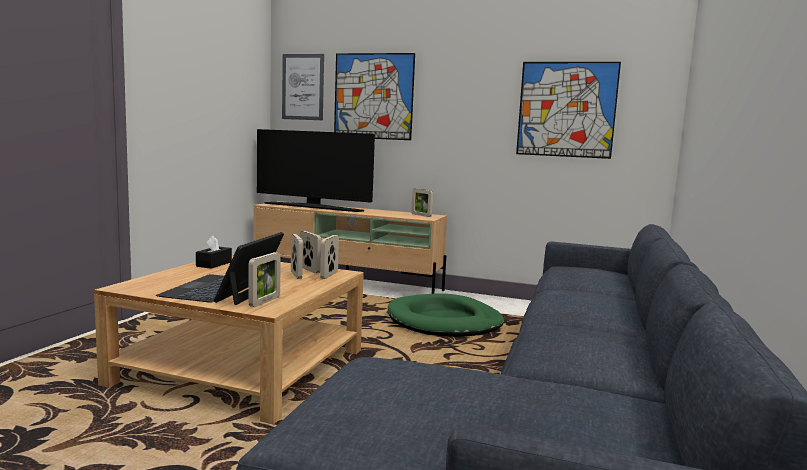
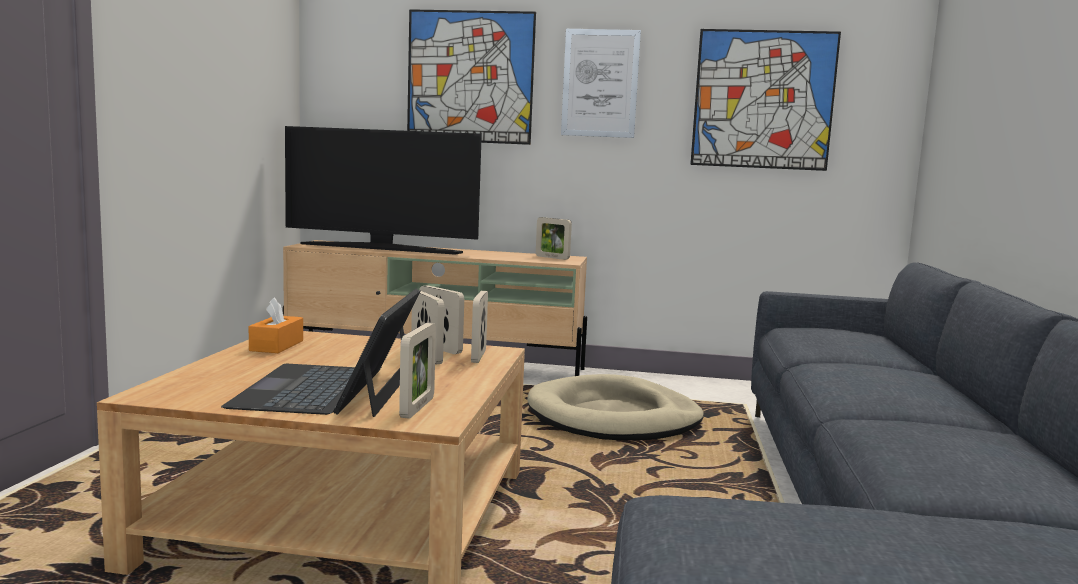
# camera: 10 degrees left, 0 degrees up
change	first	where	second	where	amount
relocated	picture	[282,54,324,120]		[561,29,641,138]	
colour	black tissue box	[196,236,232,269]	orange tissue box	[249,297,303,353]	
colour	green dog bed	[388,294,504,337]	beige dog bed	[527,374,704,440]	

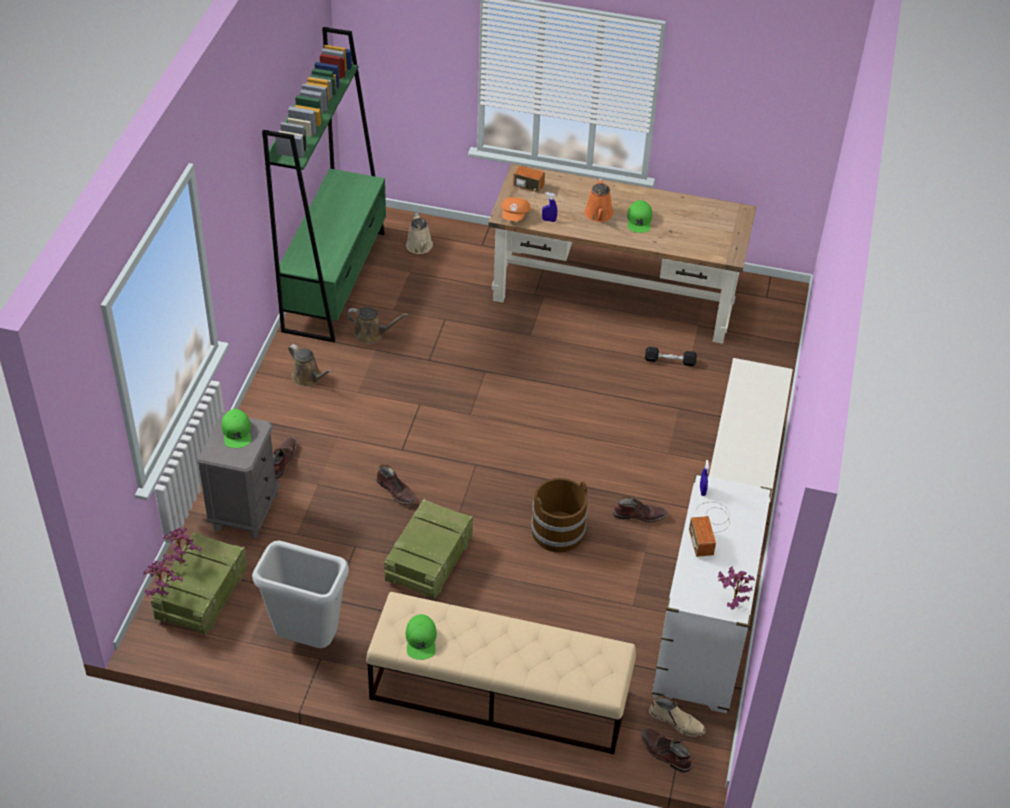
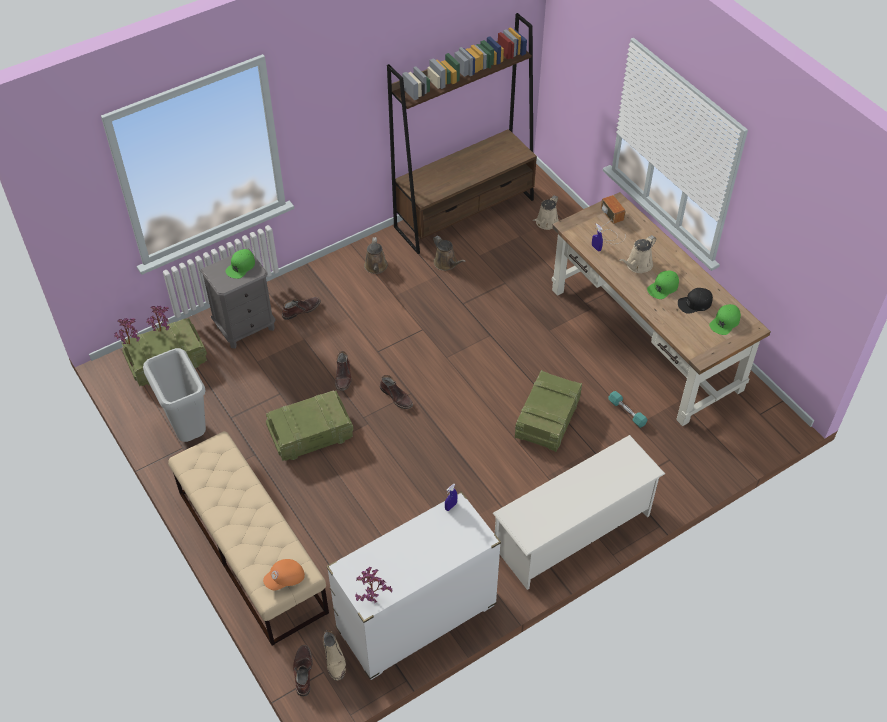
# camera: 45 degrees right, 5 degrees up
change	first	where	second	where	amount
colour	green bookcase	[262,27,386,342]	brown bookcase	[387,13,537,254]	
colour	orange watering can	[584,178,613,222]	beige watering can	[619,235,656,273]	
relocated	orange cap	[501,197,530,221]		[263,559,305,591]	
colour	black dumbbell	[645,347,697,366]	turquoise dumbbell	[608,391,648,428]	
missing	brown bucket	[531,478,588,552]			
relocated	brown boot	[613,496,668,522]		[380,375,413,409]	
missing	radio	[689,502,730,557]			
relocated	green cap	[405,614,437,660]		[709,304,741,335]	
appeared			black cap	[678,288,713,314]	
appeared			crate	[515,370,582,452]	

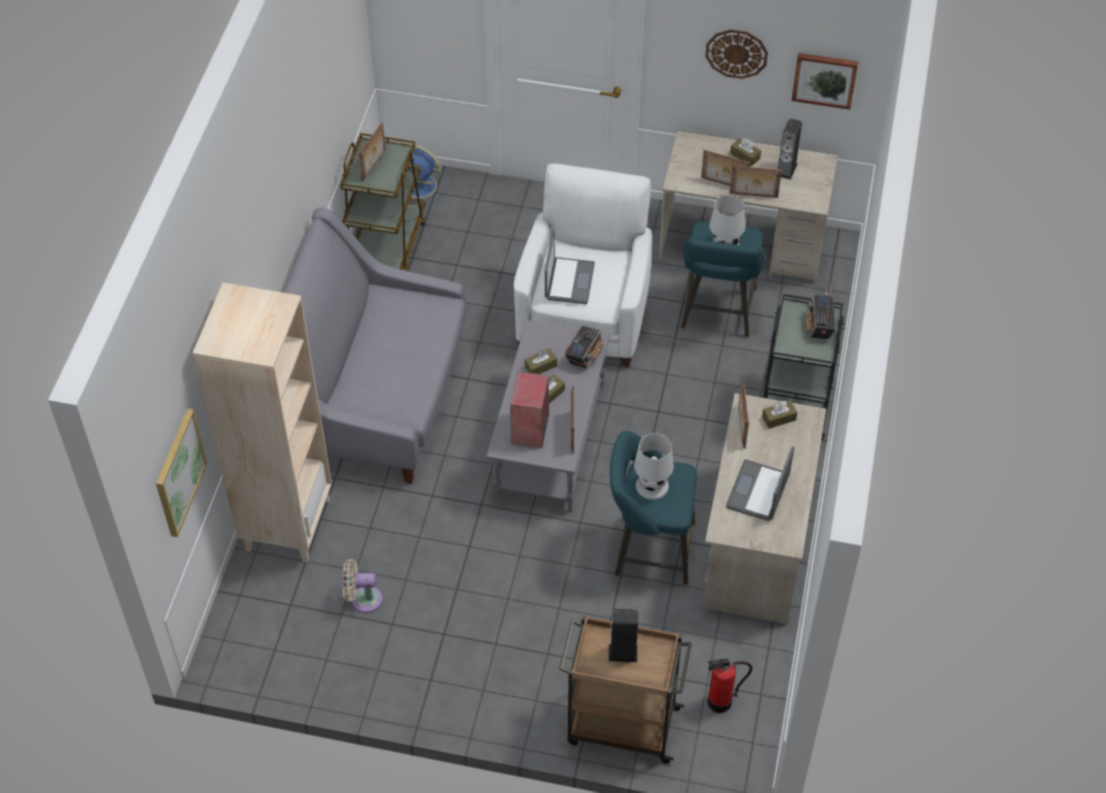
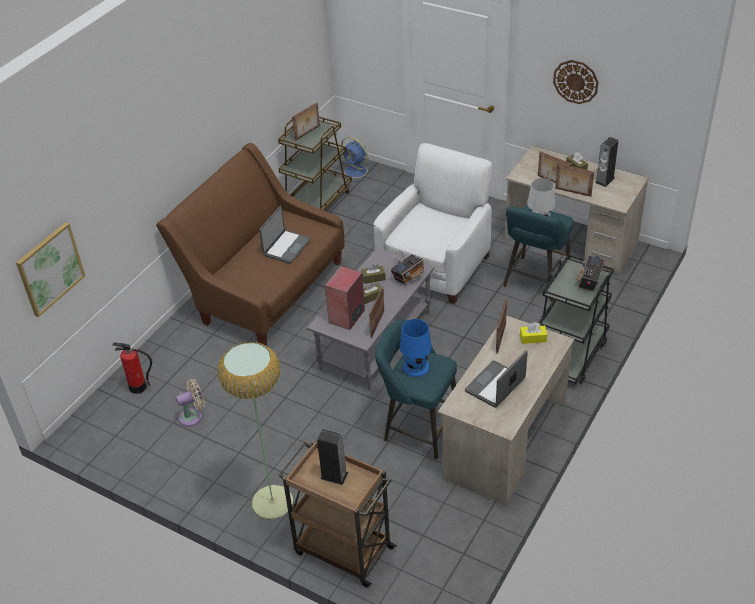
# camera: 20 degrees right, 10 degrees down
change	first	where	second	where	amount
missing	picture	[792,53,858,110]			
colour	grey sofa	[283,207,466,483]	brown sofa	[156,143,344,346]	
relocated	laptop	[545,230,595,304]		[259,206,311,264]	
missing	beige bookcase	[193,283,332,563]			
colour	brown tissue box	[762,400,797,429]	yellow tissue box	[520,322,547,344]	
colour	white table lamp	[634,433,674,500]	blue table lamp	[400,319,432,377]	
spun	beige fan	[342,559,383,613]		[176,379,205,427]	135 degrees clockwise
relocated	fire extinguisher	[707,659,752,713]		[113,343,152,394]	
appeared			floor lamp	[217,342,293,520]	

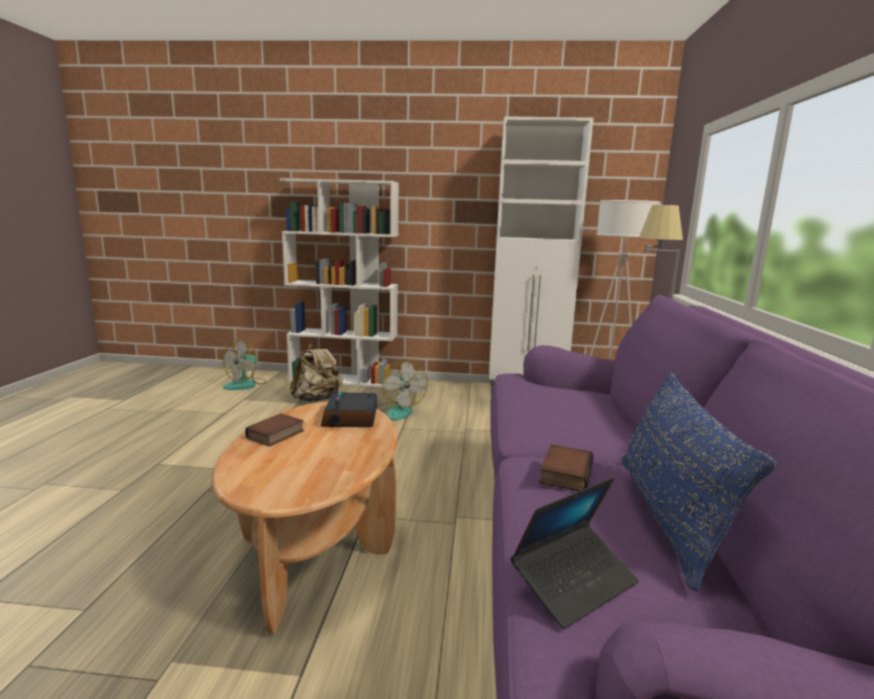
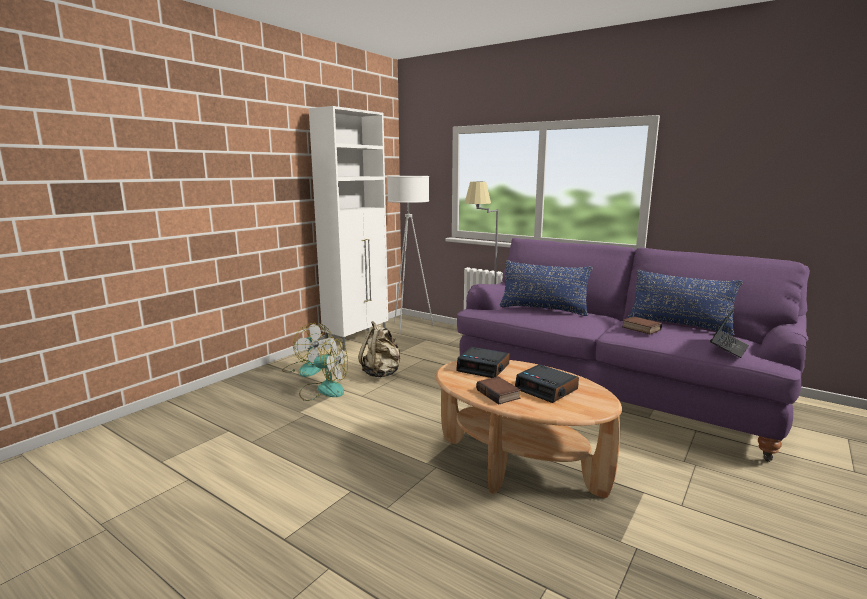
# camera: 60 degrees left, 0 degrees up
change	first	where	second	where	amount
missing	white bookcase	[279,178,399,387]			
relocated	fan	[222,340,266,390]		[282,323,333,377]	
relocated	beige backpack	[290,342,343,402]		[358,321,400,377]	
spun	laptop	[511,477,639,629]		[710,307,749,358]	45 degrees clockwise
appeared			blue pillow	[500,260,593,316]	
appeared			alarm clock	[515,364,579,403]	

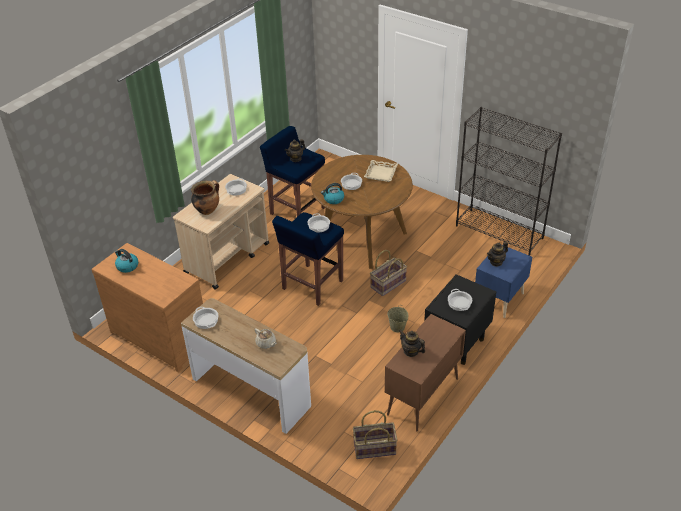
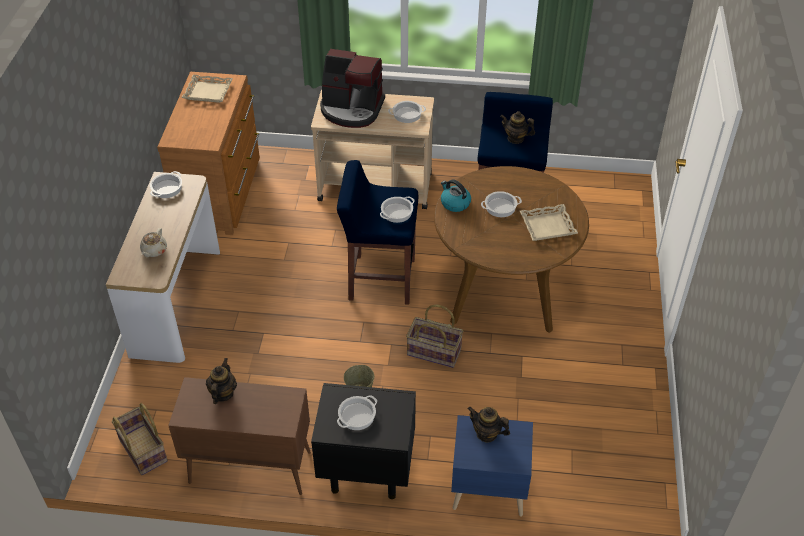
# camera: 60 degrees right, 5 degrees up
change	first	where	second	where	amount
missing	black bookcase	[456,107,562,256]			
exchanged	cooking pot	[191,180,219,215]	coffee machine	[320,49,385,128]	
exchanged	kettle	[114,249,138,273]	beige tray	[182,75,233,103]	

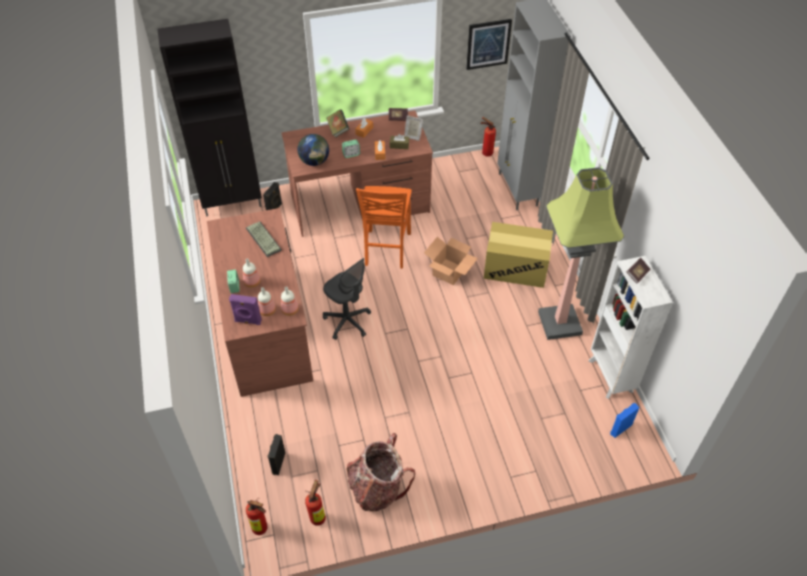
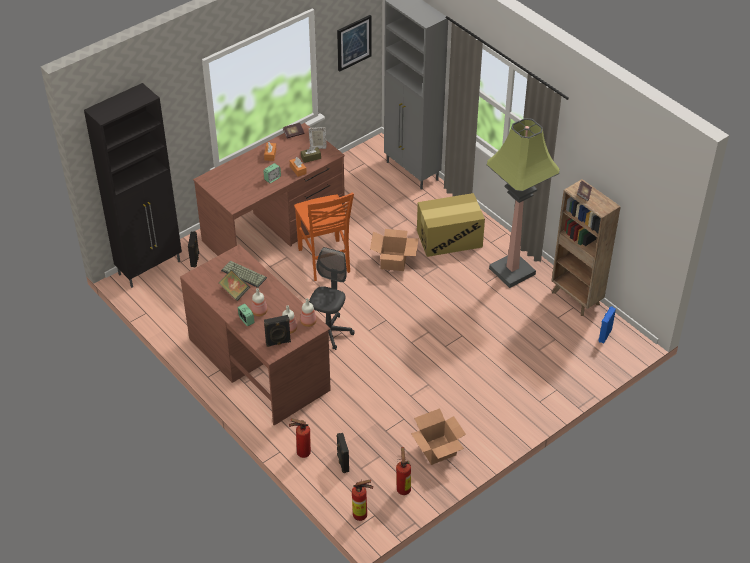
# camera: 25 degrees left, 5 degrees down
change	first	where	second	where	amount
relocated	book	[326,109,349,138]		[219,270,250,301]	
relocated	fire extinguisher	[480,117,496,157]		[289,418,311,458]	
missing	globe	[297,134,329,166]			
colour	white bookcase	[588,256,673,399]	brown bookcase	[552,179,621,316]	
spun	grey office chair	[323,258,371,340]		[309,247,355,350]	90 degrees counterclockwise
colour	purple speaker	[229,294,262,325]	black speaker	[264,315,291,347]	
exchanged	backpack	[346,433,415,511]	cardboard box	[411,408,466,465]	

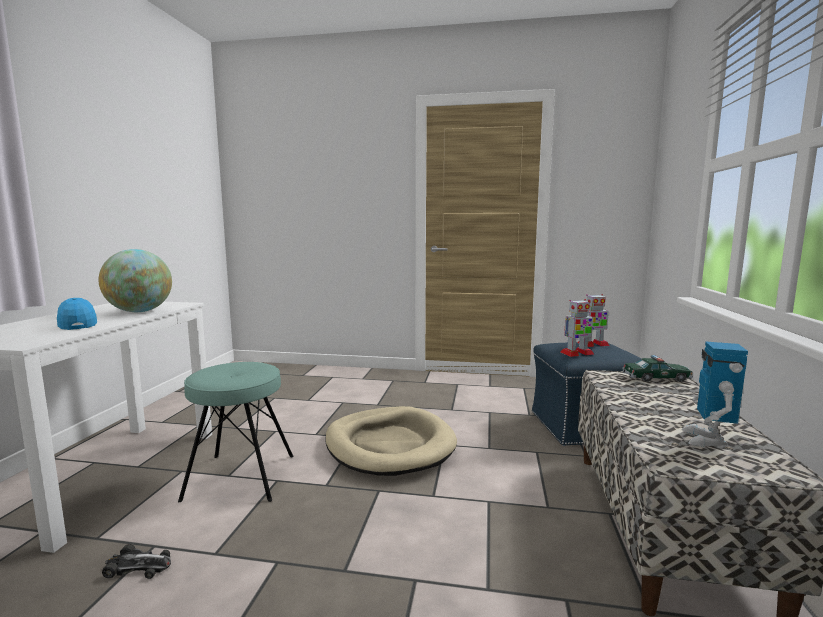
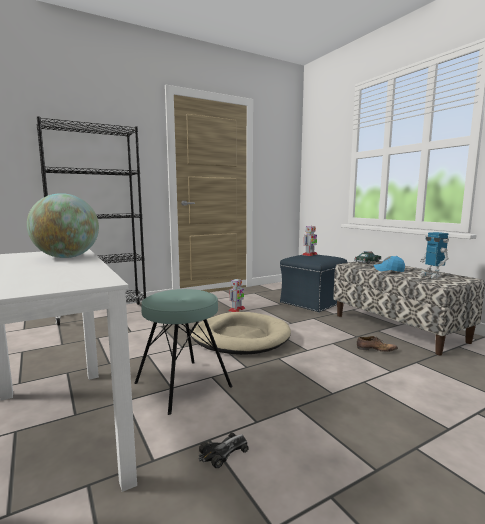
# camera: 40 degrees left, 0 degrees up
change	first	where	second	where	amount
relocated	blue cap	[57,298,97,330]		[373,256,405,272]	
relocated	toy robot	[561,299,594,357]		[229,278,245,312]	
appeared			black bookcase	[36,116,146,325]	
appeared			shoe	[357,336,398,352]	

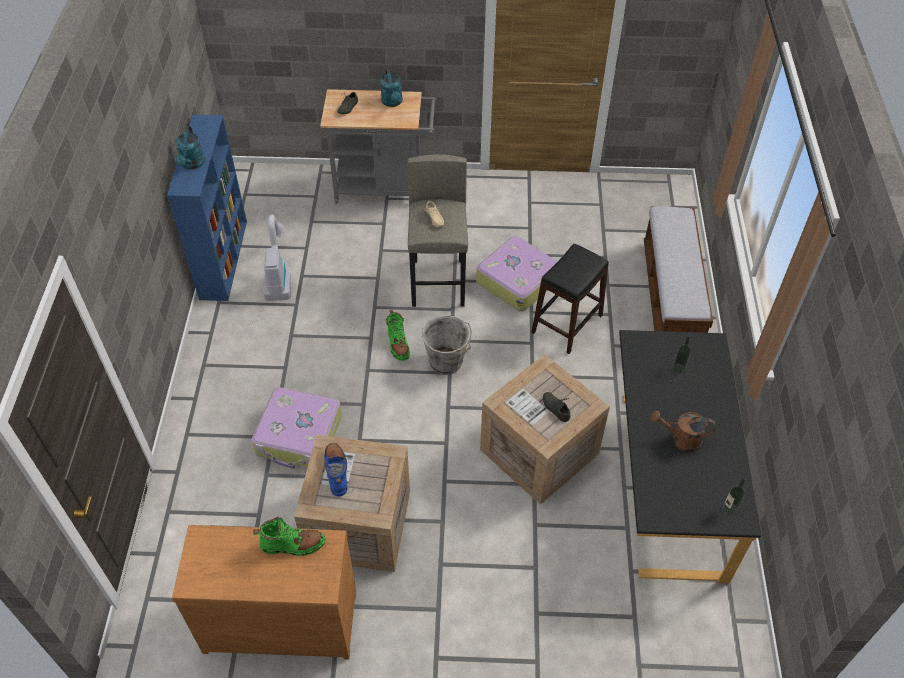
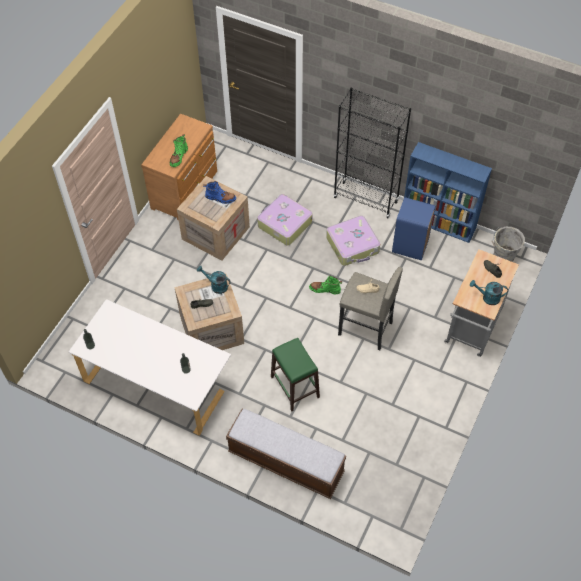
# camera: 115 degrees right, 5 degrees up
change	first	where	second	where	amount
relocated	turquoise watering can	[175,126,205,170]		[197,266,231,294]	
exchanged	vacuum cleaner	[263,214,291,301]	blue trash can	[392,197,436,261]	
relocated	suitcase	[476,236,558,312]		[326,216,380,266]	
colour	black stool	[531,244,609,354]	green stool	[271,338,320,411]	
relocated	grey bucket	[422,315,472,375]		[492,227,525,262]	
colour	black desk	[619,330,761,583]	white desk	[69,299,231,436]	
missing	brown watering can	[651,410,715,452]			
appeared			black bookcase	[334,87,411,218]	

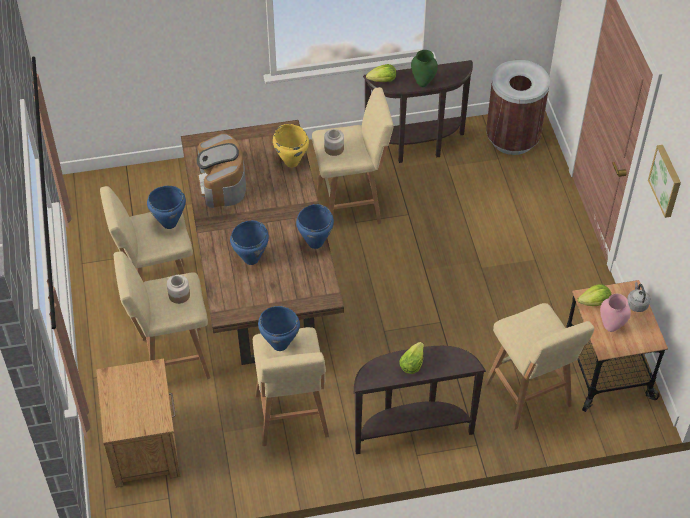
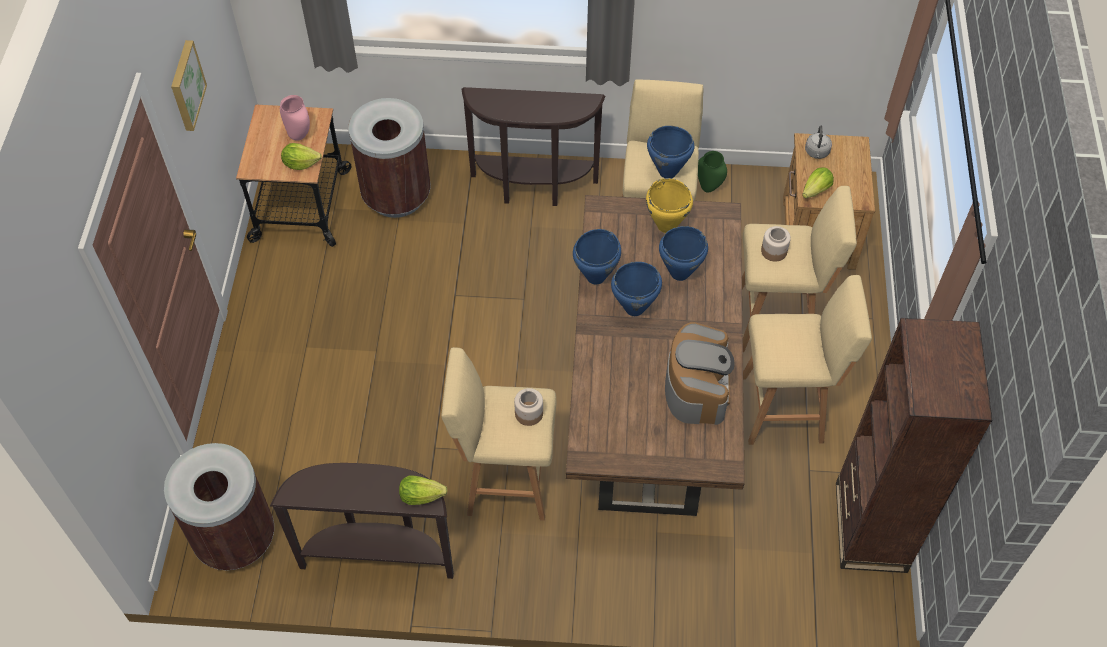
# camera: 165 degrees left, 5 degrees up
change	first	where	second	where	amount
relocated	green vase	[411,50,438,87]		[698,151,727,193]	
relocated	yellow cooking pot	[273,124,309,167]		[646,178,693,233]	
relocated	blue cooking pot	[147,186,186,229]		[611,262,662,316]	
relocated	grey kettle	[627,282,650,312]		[805,126,832,159]	
exchanged	beige stool	[485,303,594,430]	brown trash can	[349,98,431,218]	
relocated	lettuce	[399,342,424,374]		[802,167,834,199]	
appeared			brown bookcase	[836,318,992,573]	

